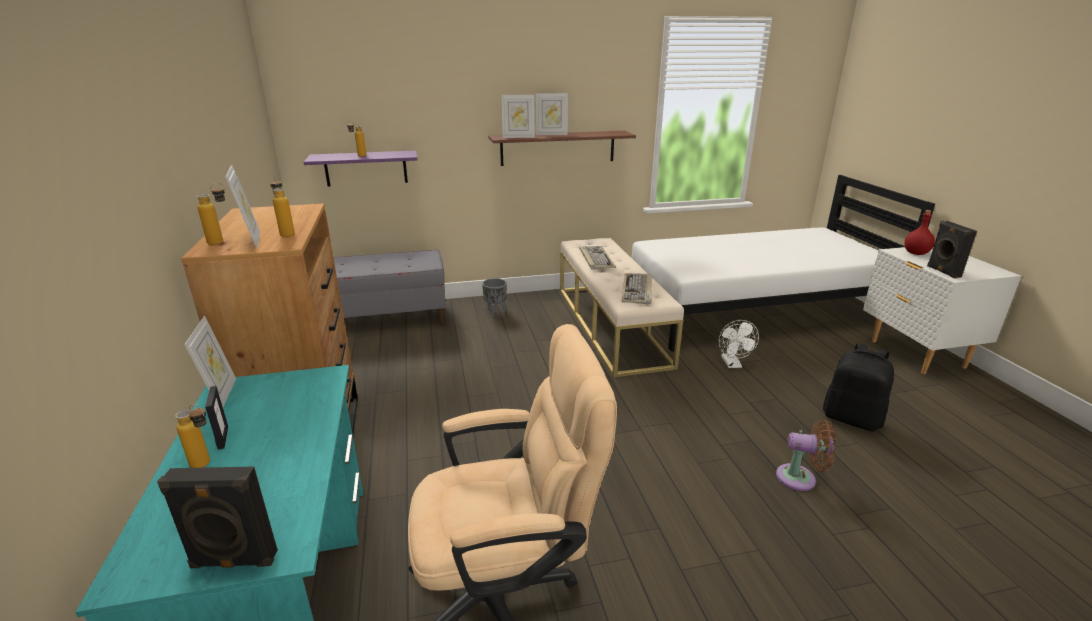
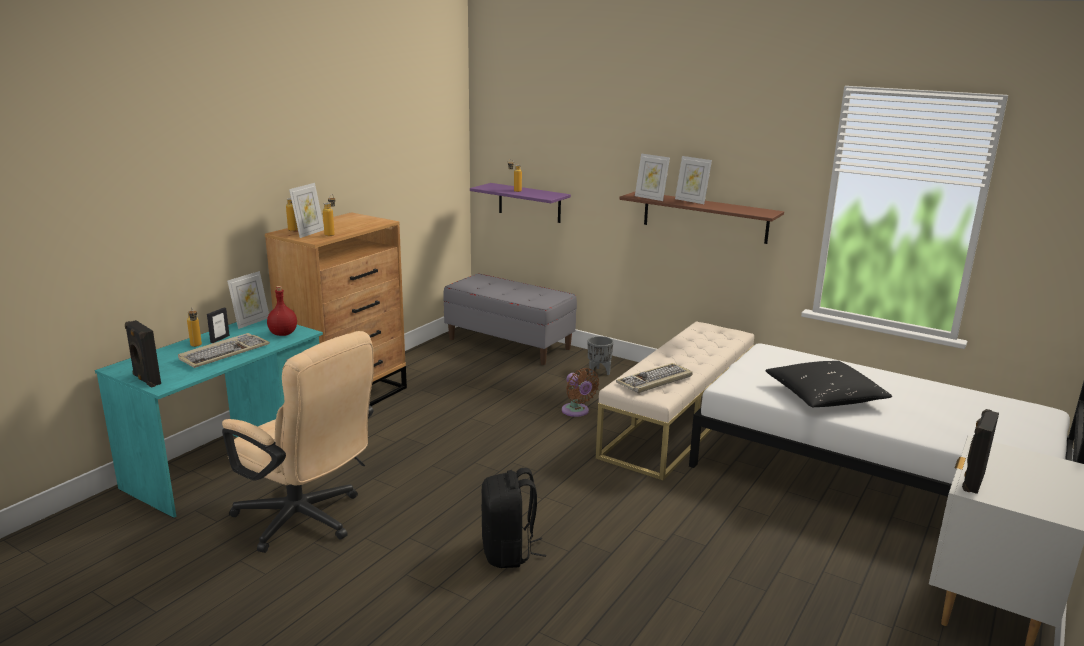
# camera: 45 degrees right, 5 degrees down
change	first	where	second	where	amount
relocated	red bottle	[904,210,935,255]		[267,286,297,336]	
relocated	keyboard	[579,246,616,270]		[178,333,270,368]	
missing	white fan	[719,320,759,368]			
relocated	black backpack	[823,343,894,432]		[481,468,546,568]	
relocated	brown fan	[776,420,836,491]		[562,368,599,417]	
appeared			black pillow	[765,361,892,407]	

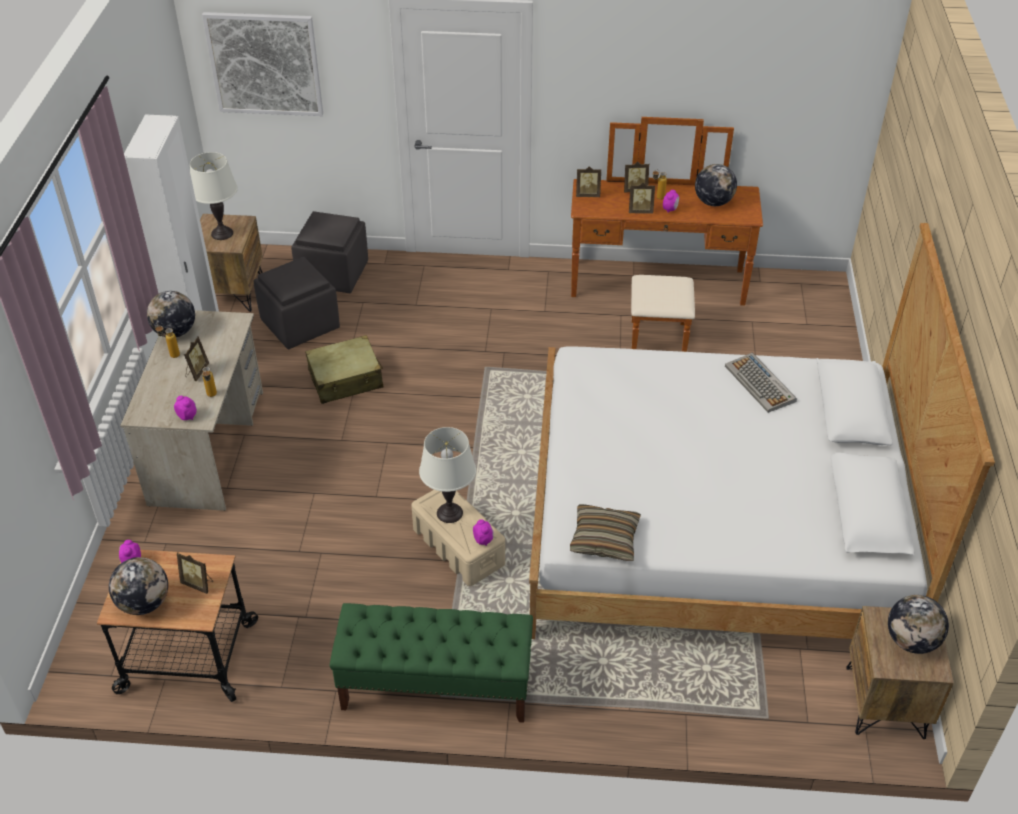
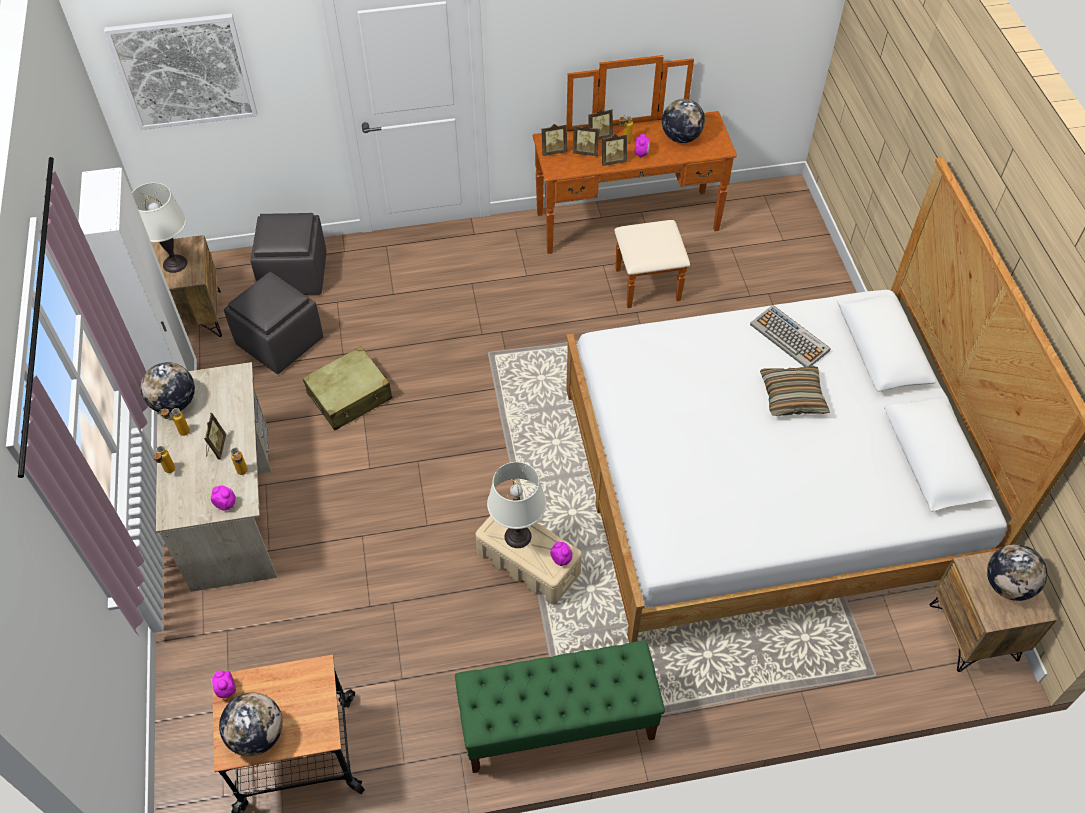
# camera: 15 degrees left, 10 degrees up
change	first	where	second	where	amount
relocated	pillow	[570,504,641,561]		[760,366,830,416]	
relocated	picture frame	[177,552,213,594]		[573,125,599,156]	
appeared			bottle	[153,446,175,473]	

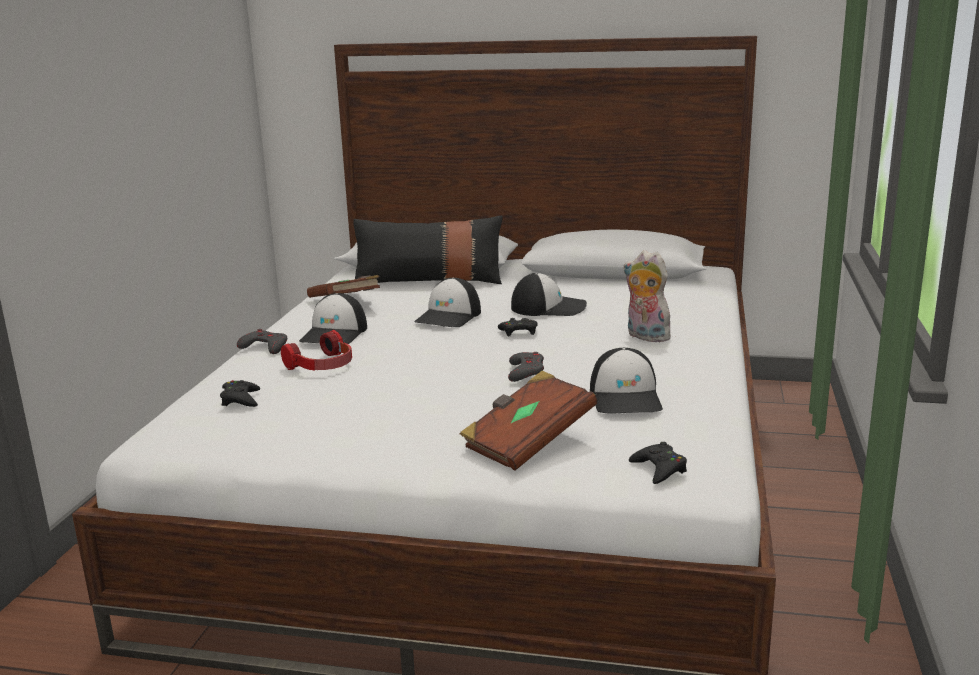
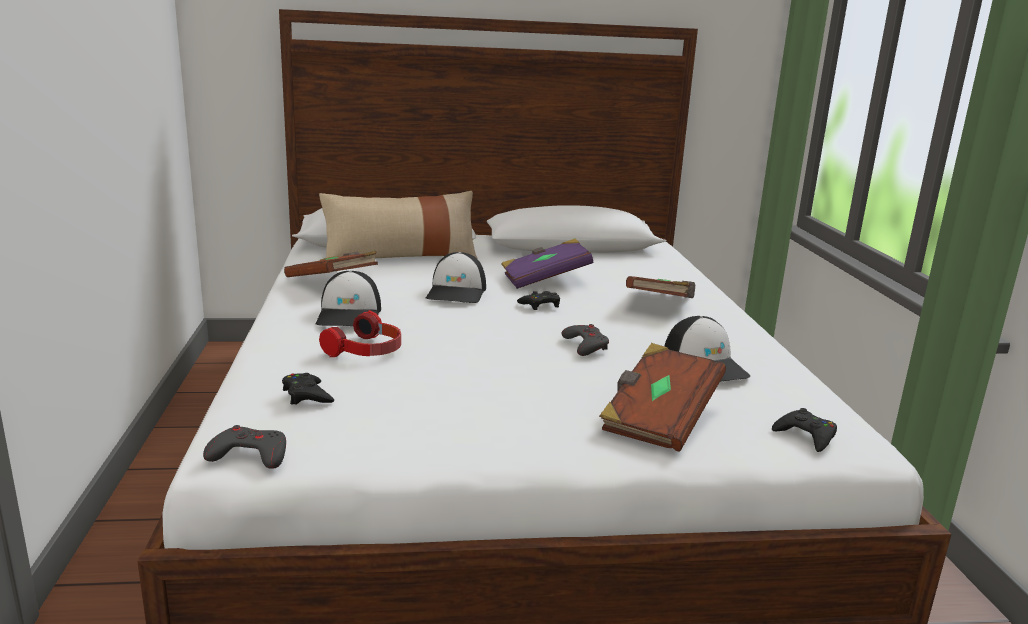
# camera: 20 degrees left, 0 degrees up
change	first	where	second	where	amount
colour	black pillow	[353,216,503,284]	beige pillow	[319,191,477,258]	
exchanged	plush toy	[624,250,673,342]	brown book	[626,276,695,298]	
exchanged	cap	[511,273,587,316]	purple book	[501,238,593,289]	
relocated	grey game controller	[237,329,287,354]		[203,425,286,469]	

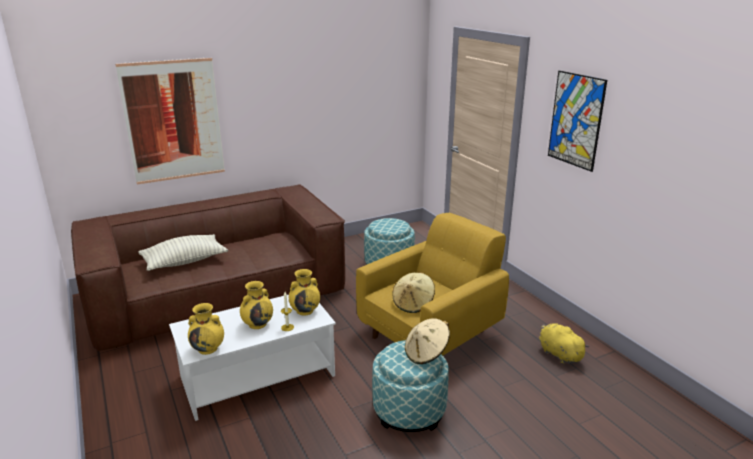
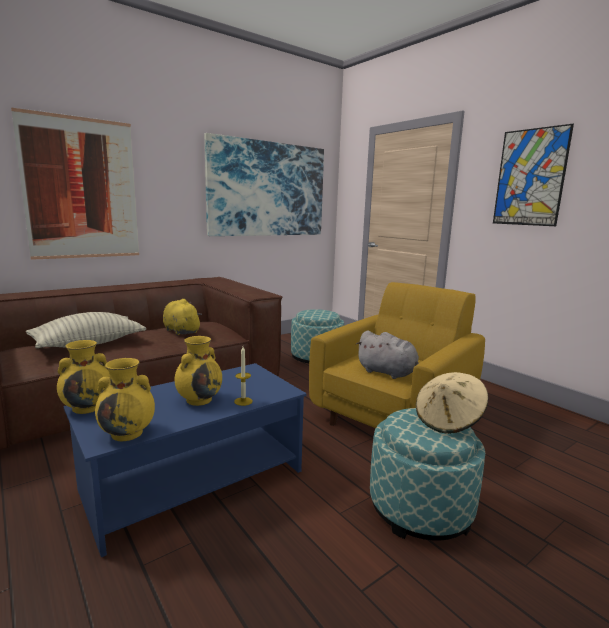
# camera: 10 degrees left, 10 degrees down
change	first	where	second	where	amount
relocated	yellow vase	[289,269,320,316]		[57,340,110,414]	
exchanged	beige hat	[392,272,435,313]	grey plush toy	[356,330,419,379]	
colour	white coffee table	[169,295,336,421]	blue coffee table	[63,363,307,557]	
relocated	yellow plush toy	[539,323,589,364]		[163,299,202,335]	
appeared			picture	[204,133,324,236]	

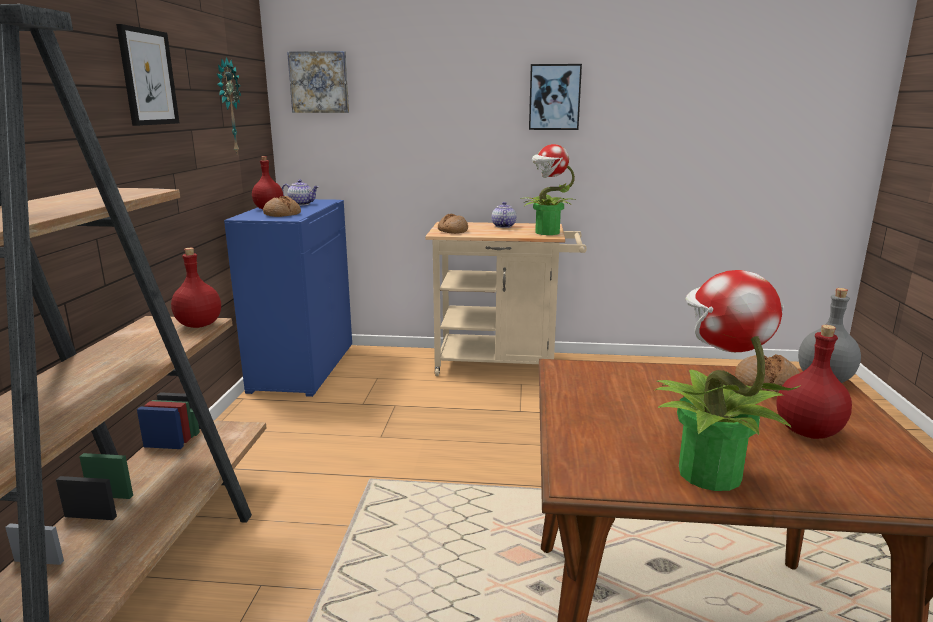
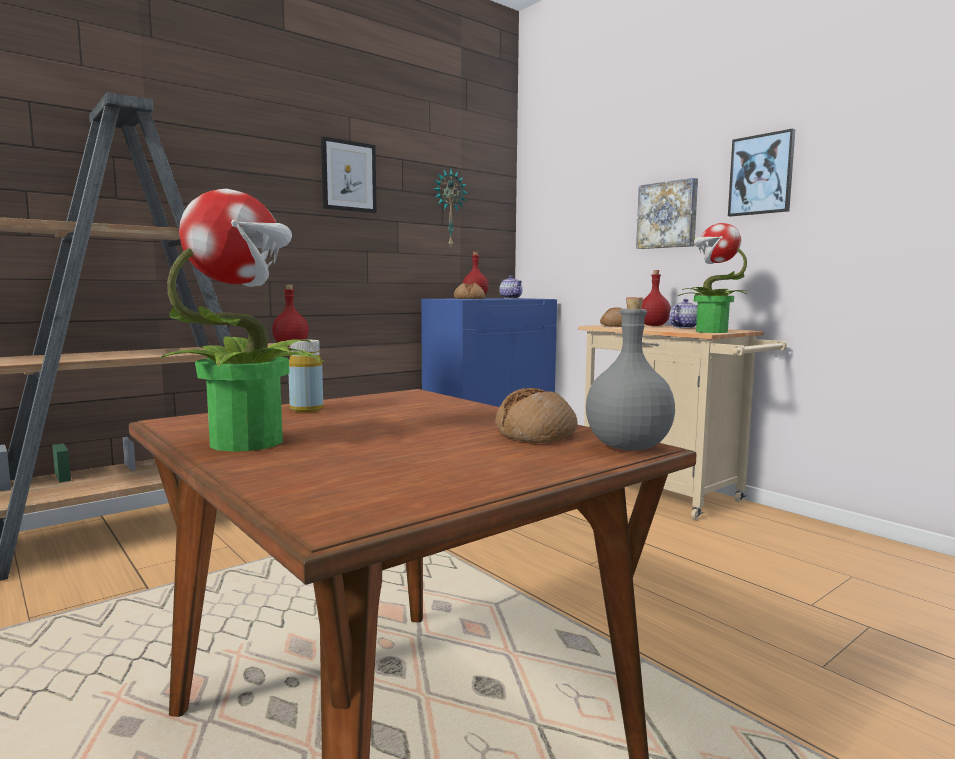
# camera: 45 degrees right, 10 degrees down
change	first	where	second	where	amount
relocated	picture	[287,51,349,113]		[636,178,698,249]	
relocated	red bottle	[776,325,852,439]		[641,270,671,326]	
appeared			yellow bottle	[289,340,323,412]	

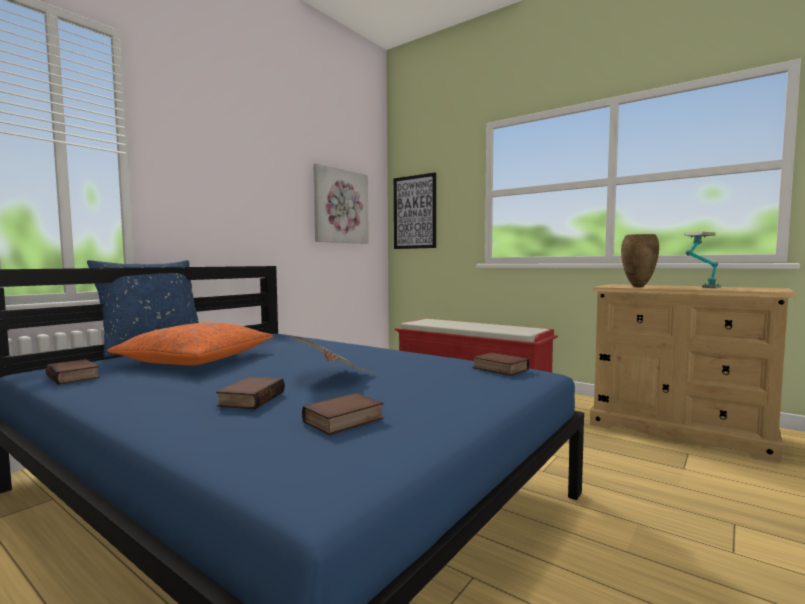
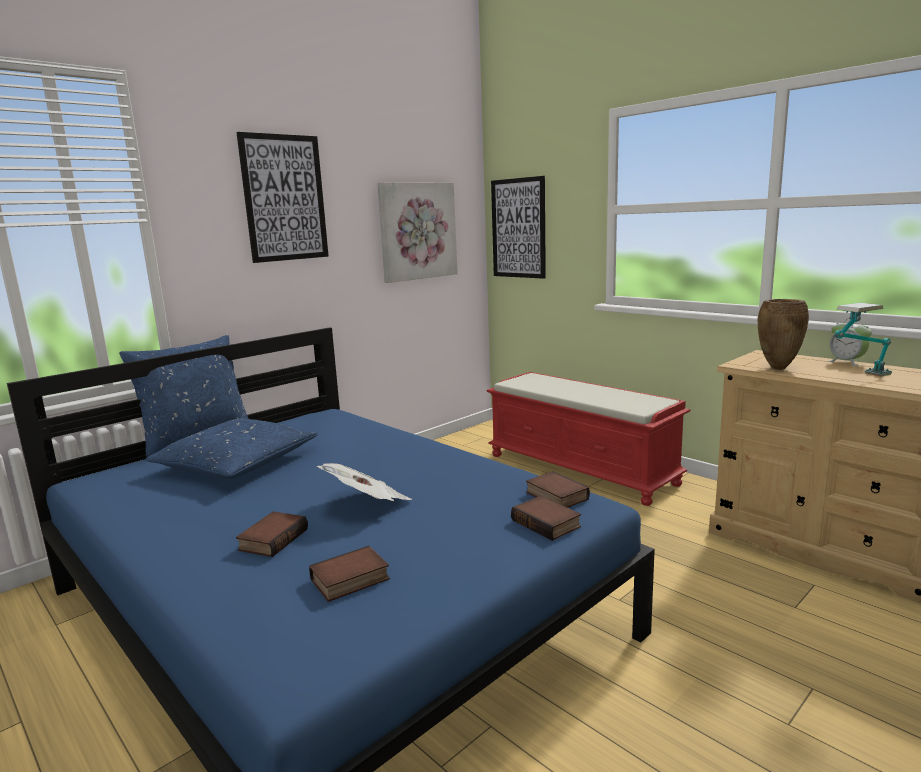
# camera: 10 degrees right, 10 degrees up
change	first	where	second	where	amount
colour	orange pillow	[107,323,273,365]	blue pillow	[145,418,318,479]	
relocated	book	[46,359,100,385]		[511,496,581,541]	
appeared			picture	[236,132,329,263]	
appeared			alarm clock	[827,318,872,367]	

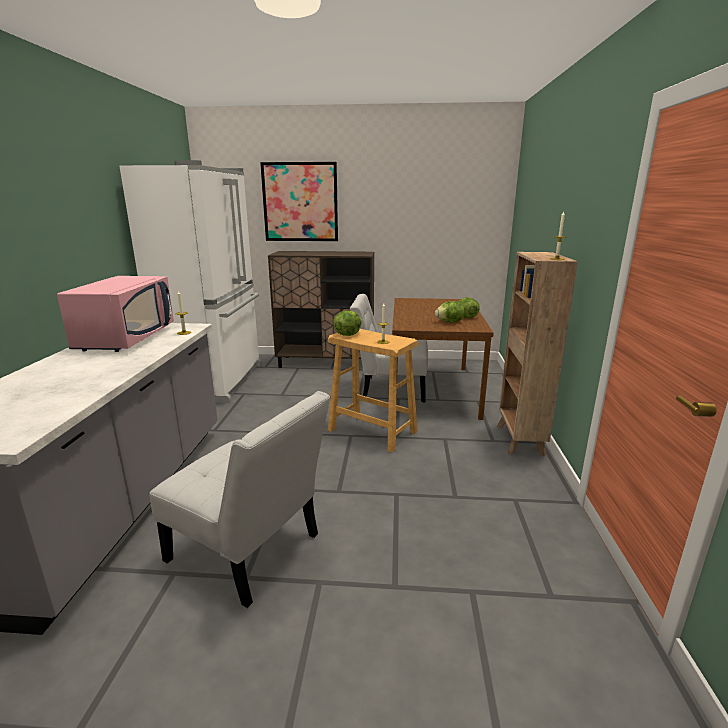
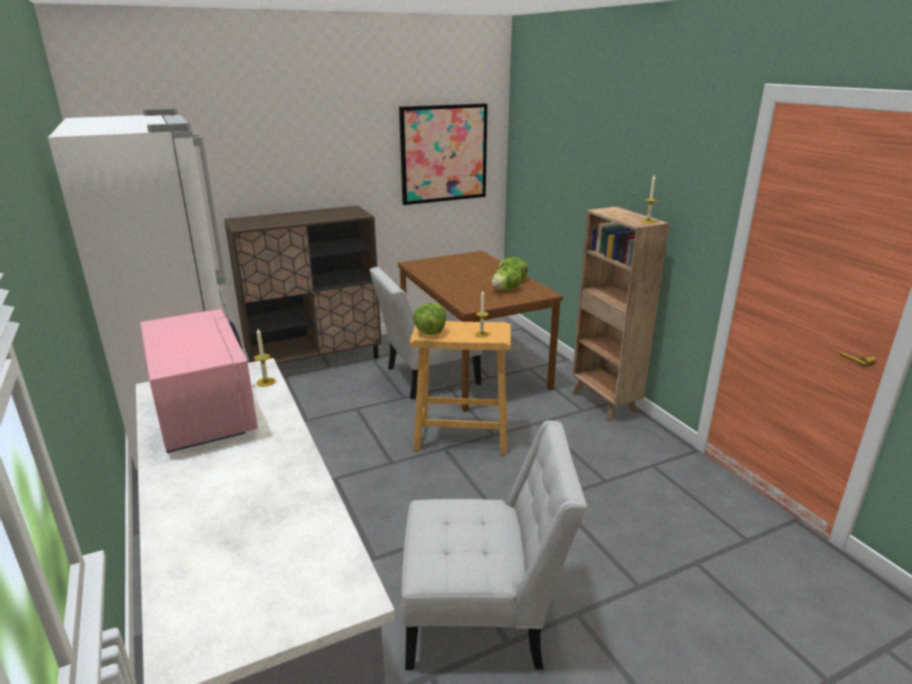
# camera: 30 degrees left, 5 degrees up
change	first	where	second	where	amount
relocated	picture	[260,162,338,241]		[399,103,488,205]	

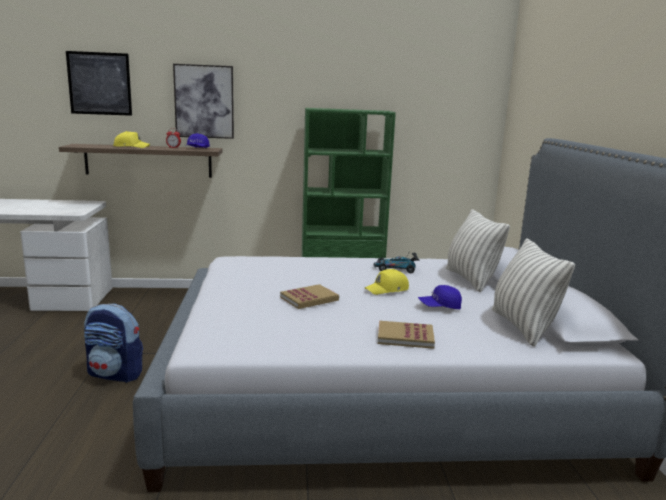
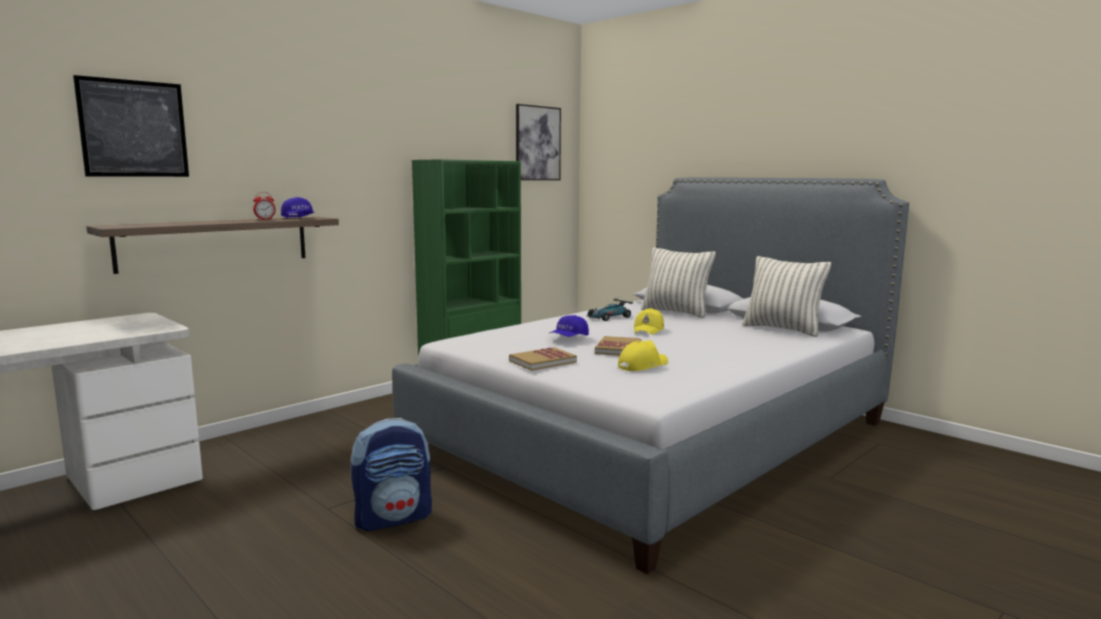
# camera: 40 degrees left, 5 degrees down
change	first	where	second	where	amount
relocated	picture	[173,64,234,139]		[516,104,561,180]	
relocated	yellow cap	[113,131,150,148]		[618,340,668,371]	
relocated	blue cap	[418,285,462,309]		[549,315,589,337]	
relocated	book	[378,321,435,349]		[509,347,577,371]	

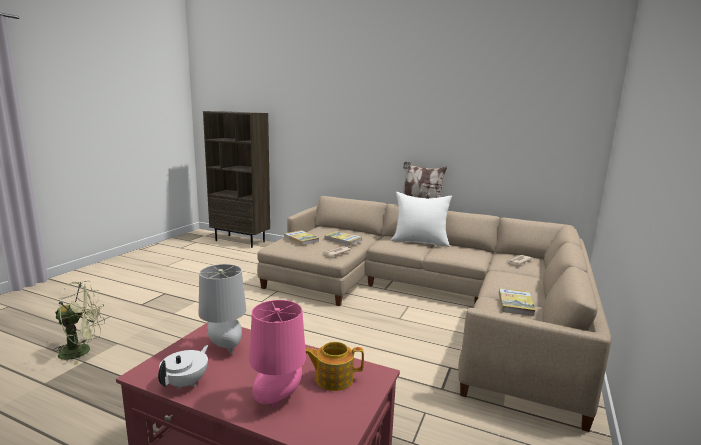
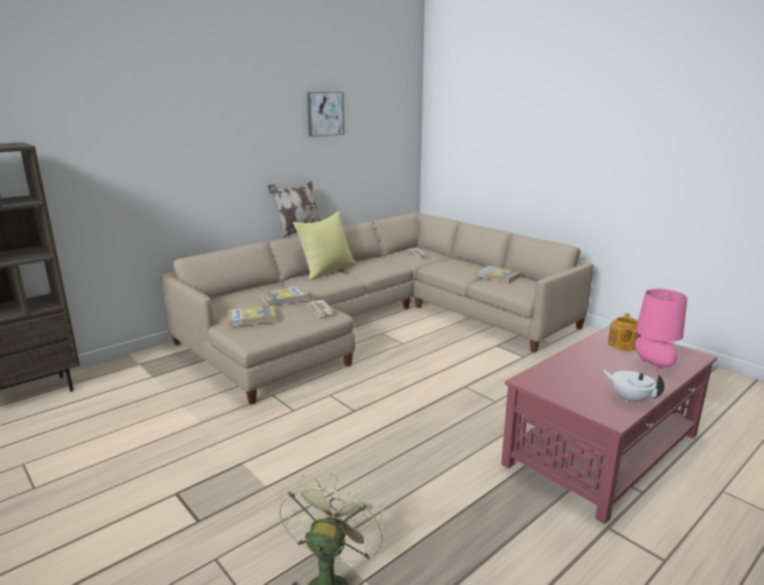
# camera: 65 degrees left, 5 degrees up
change	first	where	second	where	amount
colour	white pillow	[391,192,452,247]	yellow pillow	[293,211,357,280]	
missing	grey table lamp	[199,264,246,354]			
appeared			picture	[307,92,344,137]	

